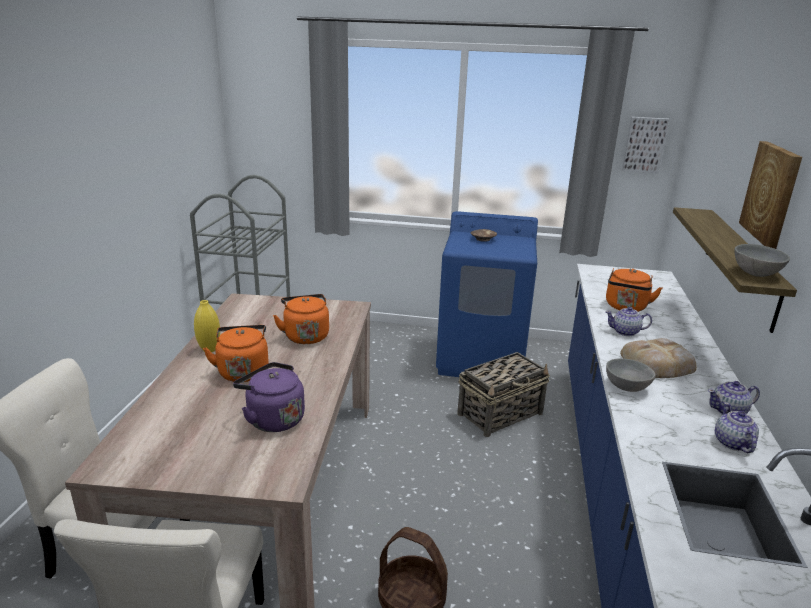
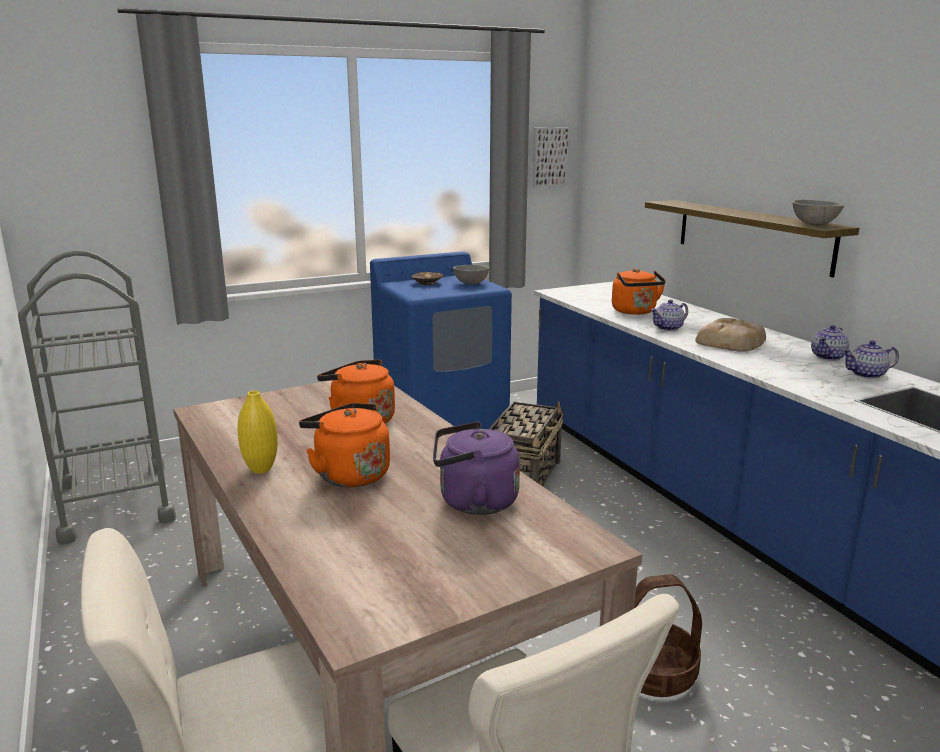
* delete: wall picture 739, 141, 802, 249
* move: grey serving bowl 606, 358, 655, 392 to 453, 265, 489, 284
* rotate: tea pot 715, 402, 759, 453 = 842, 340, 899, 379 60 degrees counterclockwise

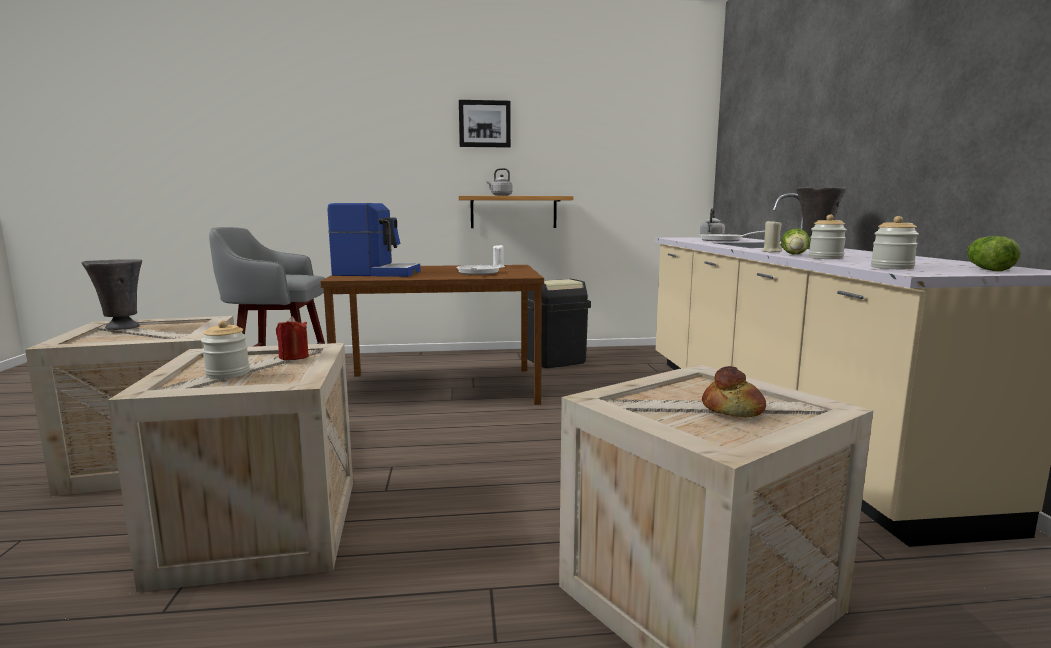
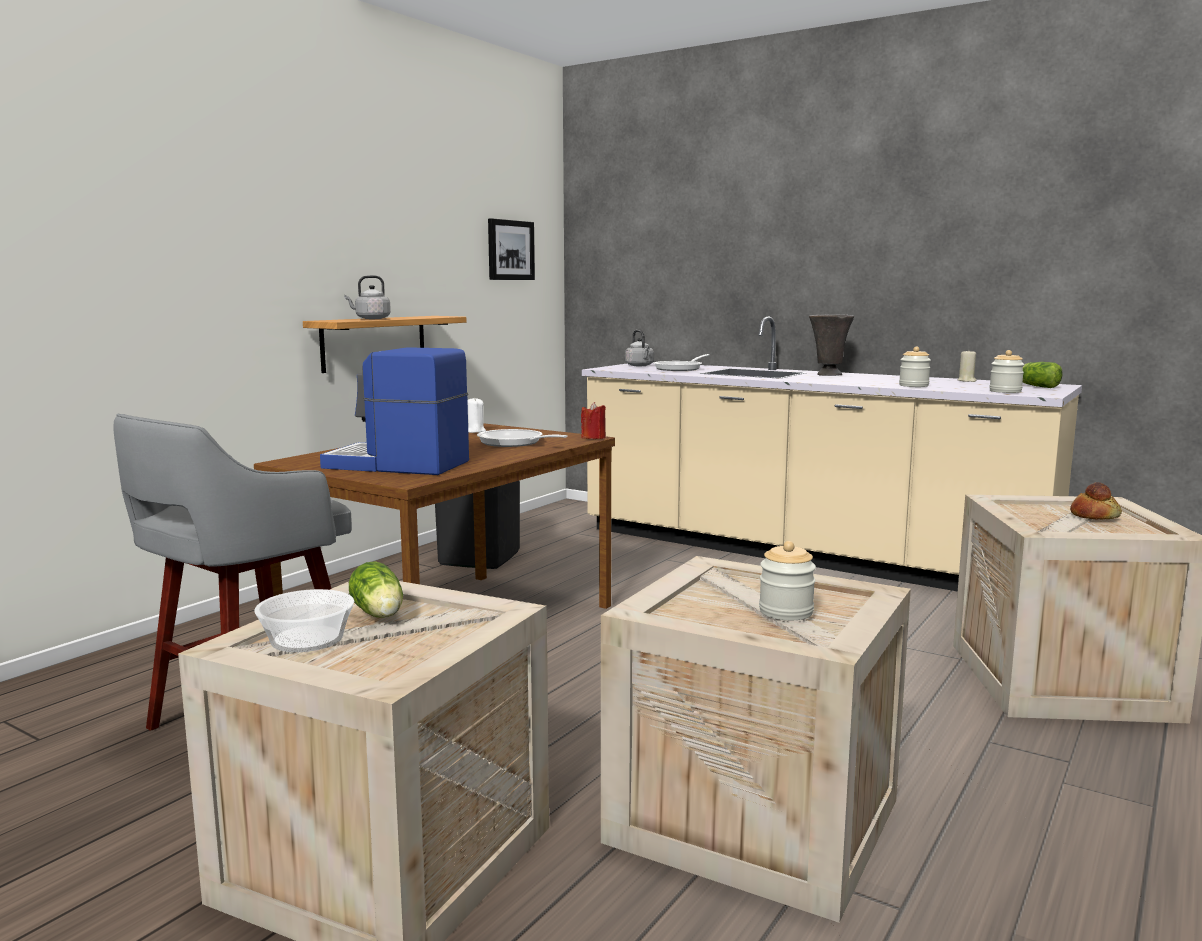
* move: wall picture 459, 100, 511, 148 to 488, 218, 535, 280
* rotate: coffee maker 328, 203, 421, 277 = 320, 347, 469, 475 120 degrees counterclockwise
* move: sand-coloured candle 762, 220, 782, 253 to 957, 351, 976, 382
* move: lettuce 781, 229, 810, 254 to 349, 561, 403, 618
* replace: grey flower vase 82, 259, 142, 330 to serving bowl 254, 589, 354, 652
* move: red candle 276, 316, 309, 360 to 581, 402, 606, 439

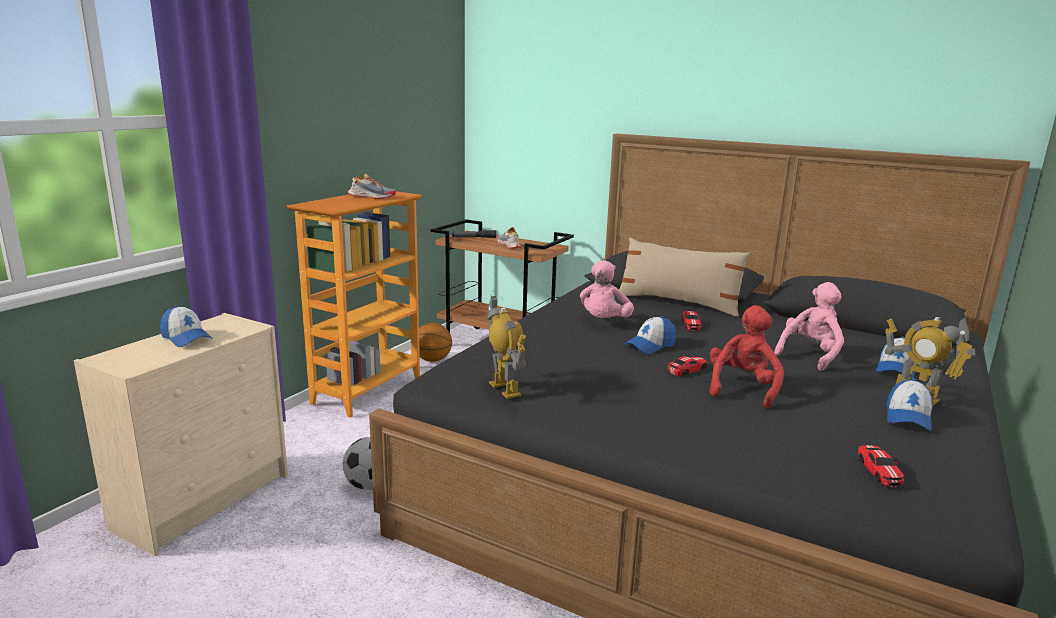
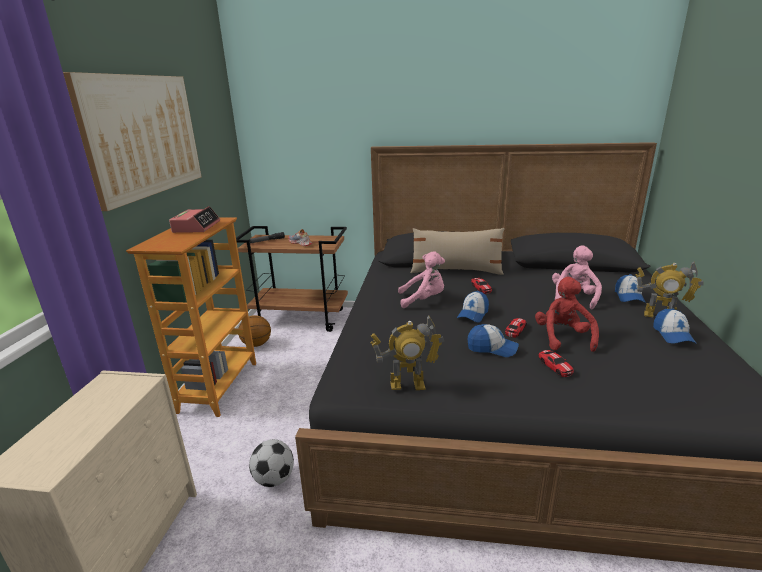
* replace: item of footwear 348, 173, 396, 199 to alarm clock 169, 206, 220, 233
* rotate: pink-coloured soft toy 580, 261, 634, 318 = 398, 251, 445, 308 90 degrees counterclockwise
* rotate: robot figure 488, 296, 526, 399 = 371, 316, 444, 390 135 degrees clockwise
* move: baseball cap 160, 306, 213, 347 to 468, 324, 519, 357
* move: toy car 858, 445, 904, 487 to 538, 350, 574, 377
* insert: wall picture 63, 72, 202, 211

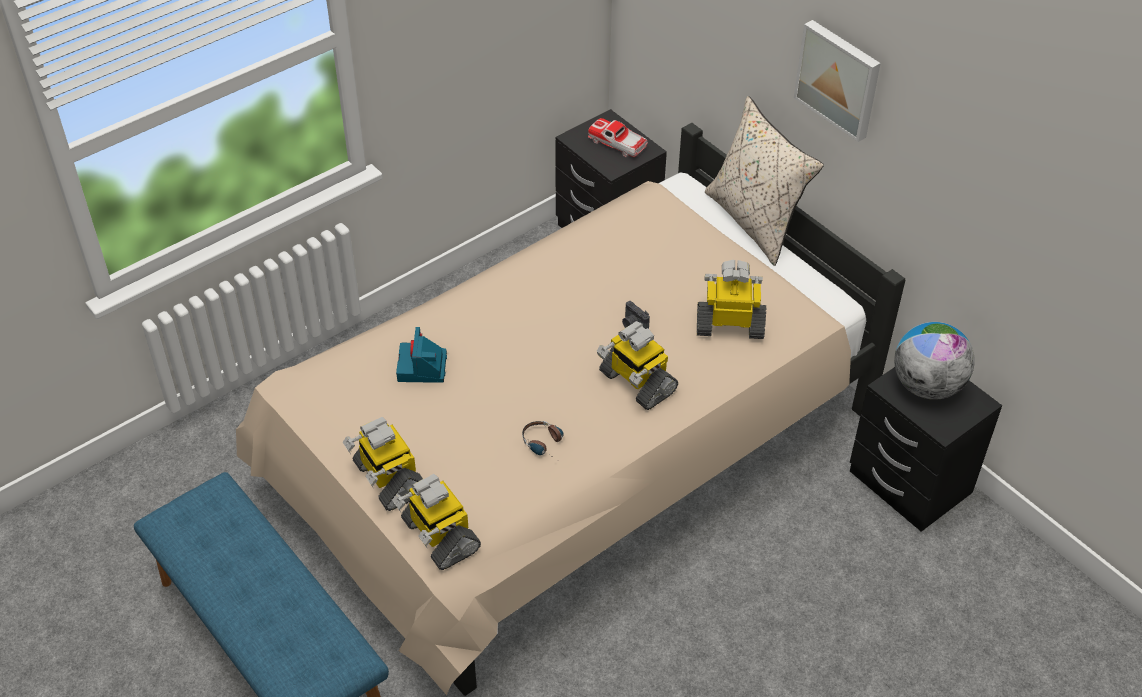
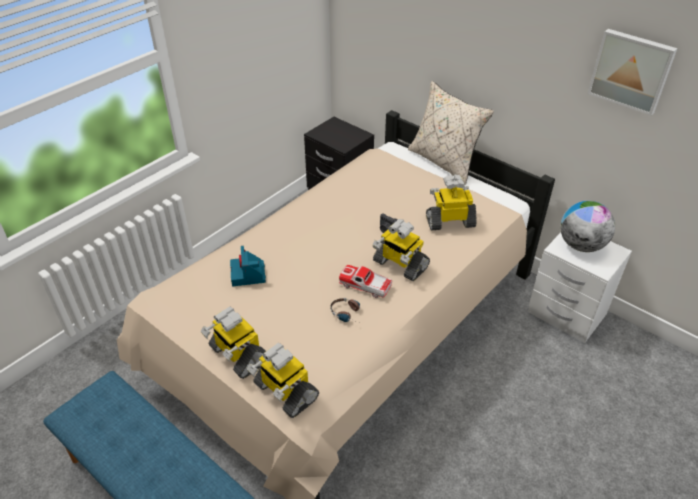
* move: wall picture 794, 20, 881, 142 to 587, 29, 677, 115
* move: toy car 588, 118, 648, 157 to 339, 265, 393, 298
* recolor: blackish night table 850, 367, 1002, 532 to whitish night table 528, 232, 632, 343

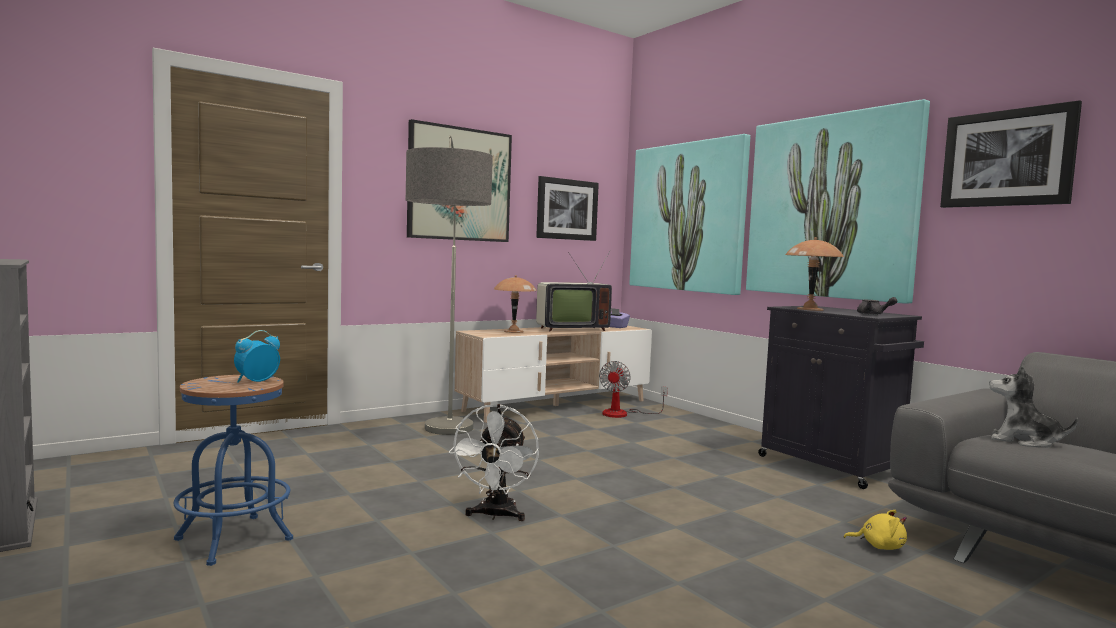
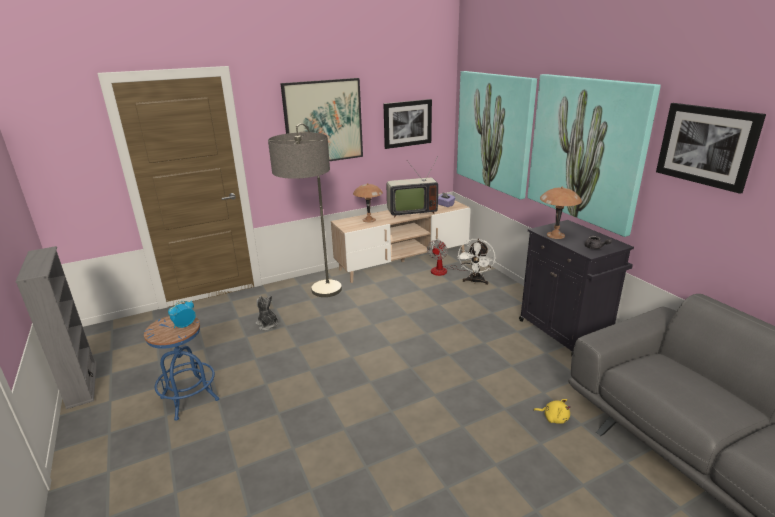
* move: soft toy 989, 365, 1078, 448 to 256, 295, 279, 331
* move: whitish fan 449, 404, 539, 521 to 457, 239, 495, 285

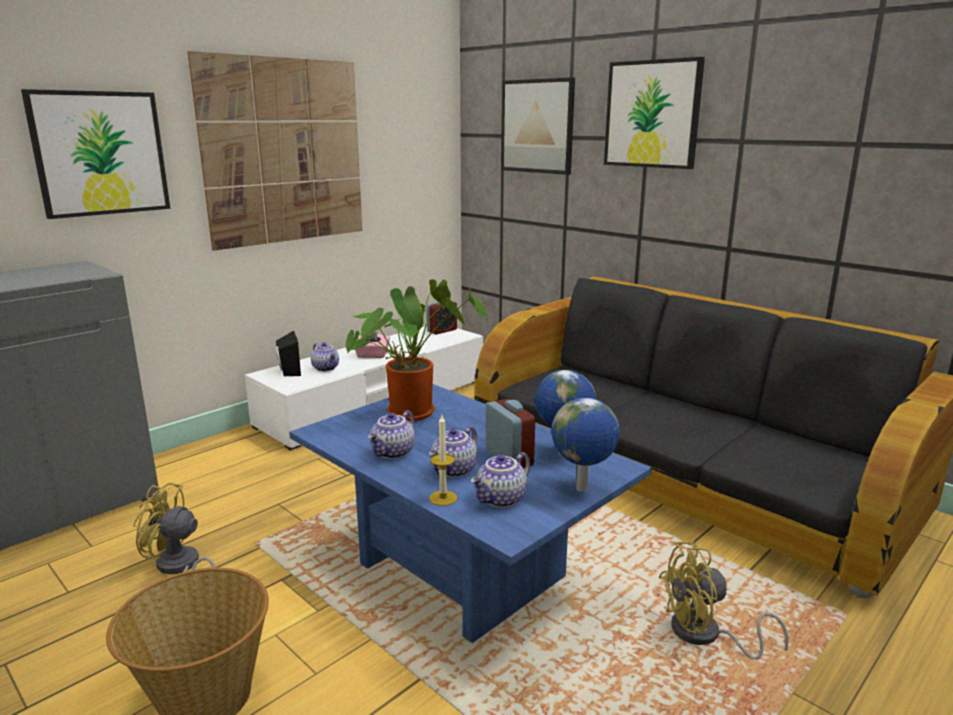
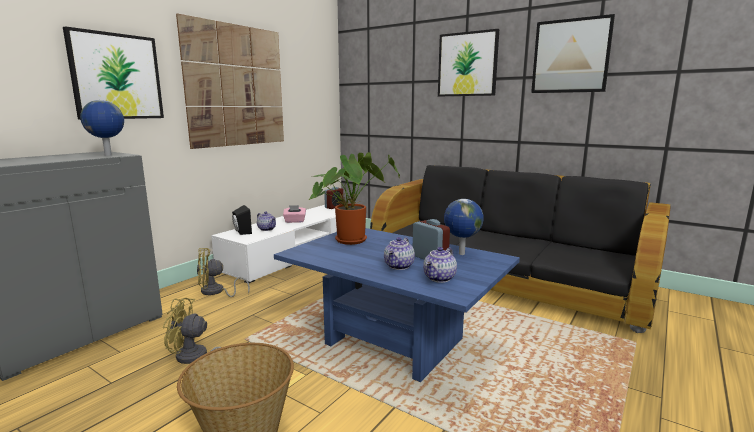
* move: wall picture 501, 77, 575, 175 to 531, 14, 615, 93
* move: desk globe 551, 398, 620, 492 to 80, 100, 124, 156
* delete: tea pot 368, 410, 415, 459
* delete: candle 429, 415, 457, 506
* move: yellow-coloured fan 659, 541, 789, 659 to 197, 248, 250, 297

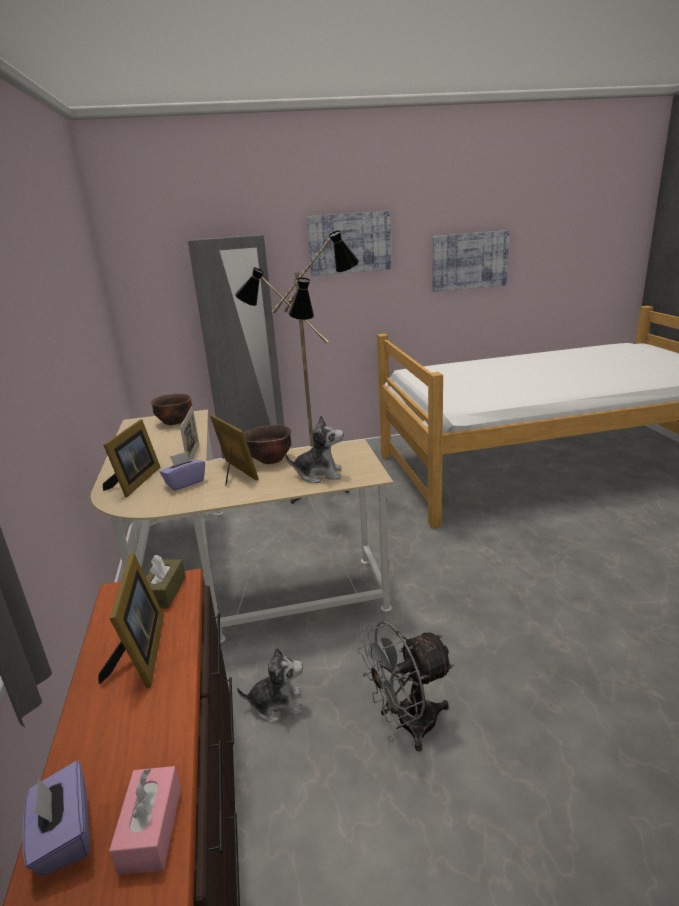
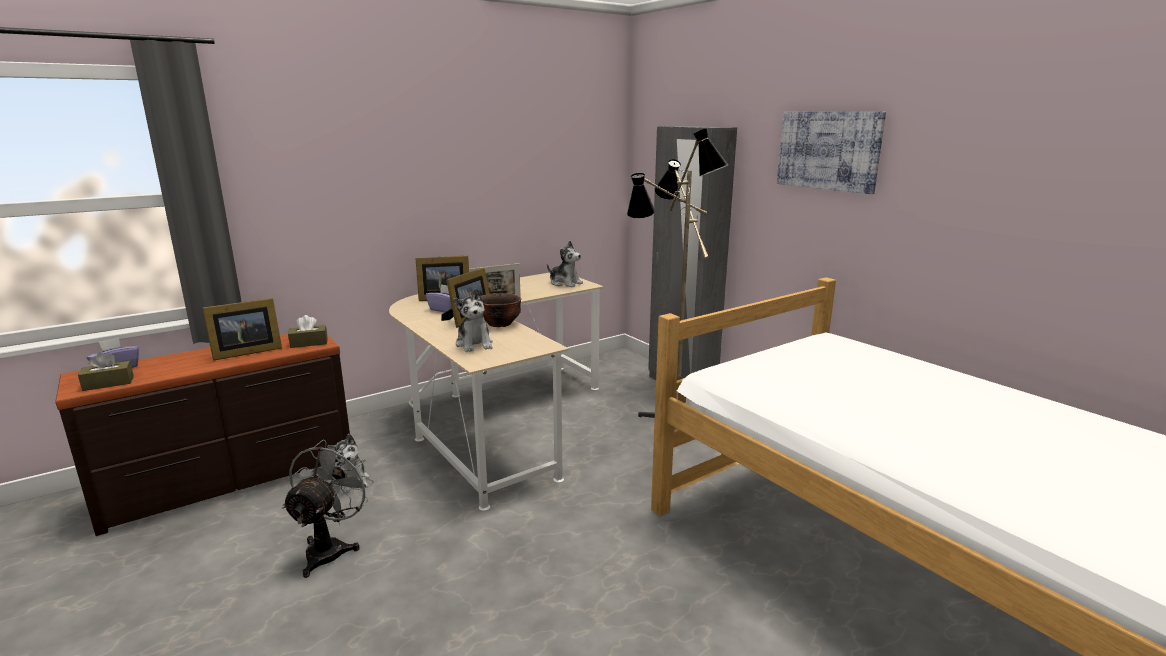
* delete: wall picture 433, 230, 510, 292
* replace: brown-coloured serving bowl 151, 394, 192, 425 to soft toy 547, 241, 583, 287
* rotate: grey fan 357, 621, 454, 752 = 282, 440, 374, 578 60 degrees clockwise
* recolor: pink-coloured tissue box 109, 766, 181, 875 to brown-coloured tissue box 78, 352, 134, 391

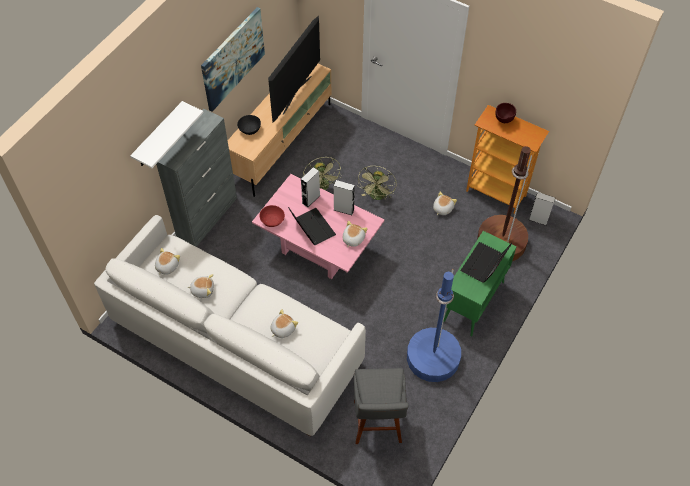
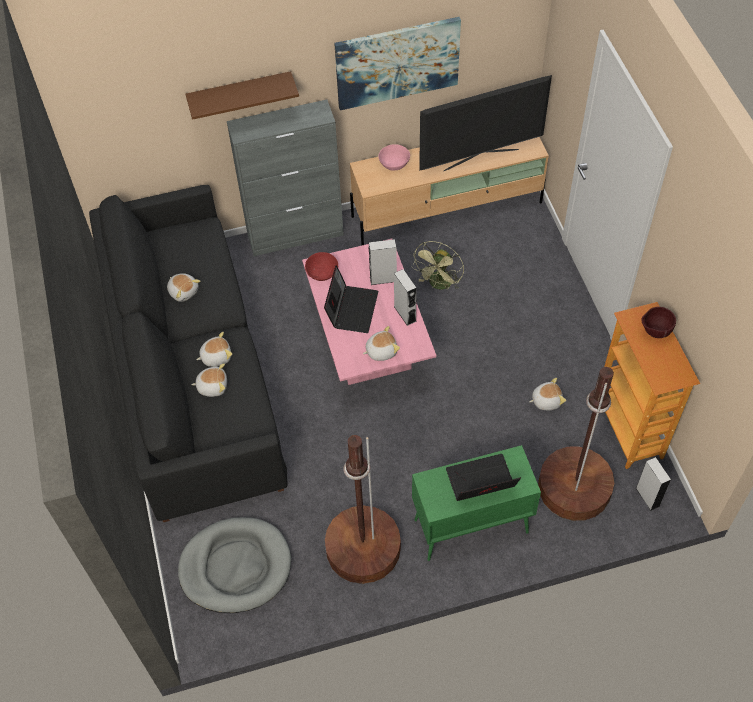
* recolor: whitish shelf 130, 101, 203, 168 to brown-coloured shelf 186, 71, 299, 120
* recolor: blackish serving bowl 237, 115, 261, 135 to pink-coloured serving bowl 378, 144, 410, 171
* delete: green-coloured fan 357, 166, 397, 200
* recolor: whitish settee 94, 215, 366, 437 to blackish settee 89, 185, 287, 522
* move: soft toy 155, 248, 180, 275 to 196, 332, 232, 367
* recolor: bluish floor lamp 407, 269, 461, 382 to brown-coloured floor lamp 325, 435, 401, 584
* replace: grey stool 354, 368, 408, 444 to grey dog bed 178, 517, 291, 613

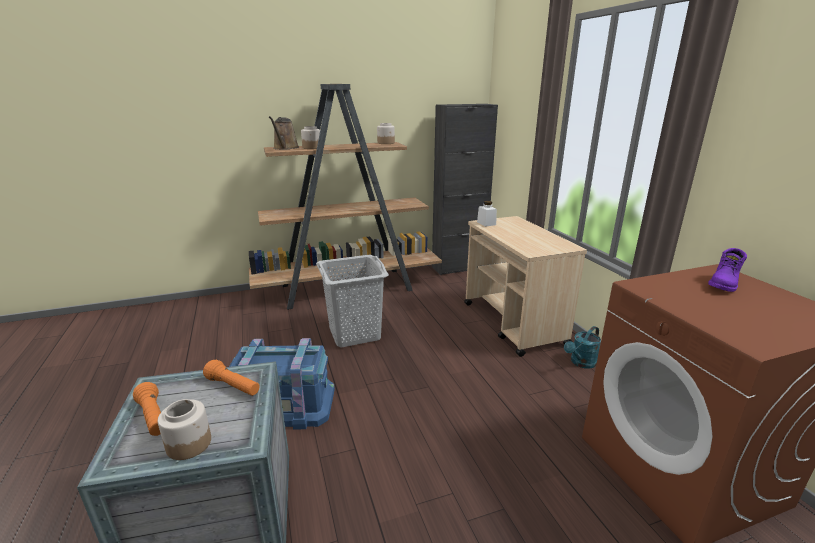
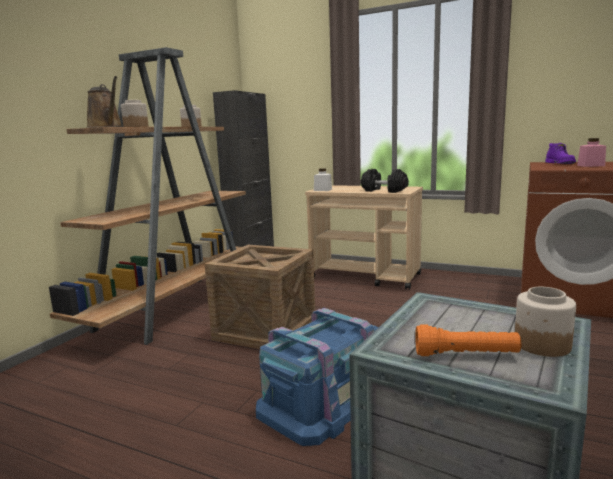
* replace: grey laundry basket 316, 255, 389, 348 to crate 205, 245, 315, 349
* delete: turquoise-coloured sprinkling can 564, 326, 601, 369
* delete: orange-coloured flashlight 203, 360, 260, 396
* insert: pink-coloured preserve jar 577, 138, 606, 167
* insert: blackish dumbbell 361, 169, 409, 193

